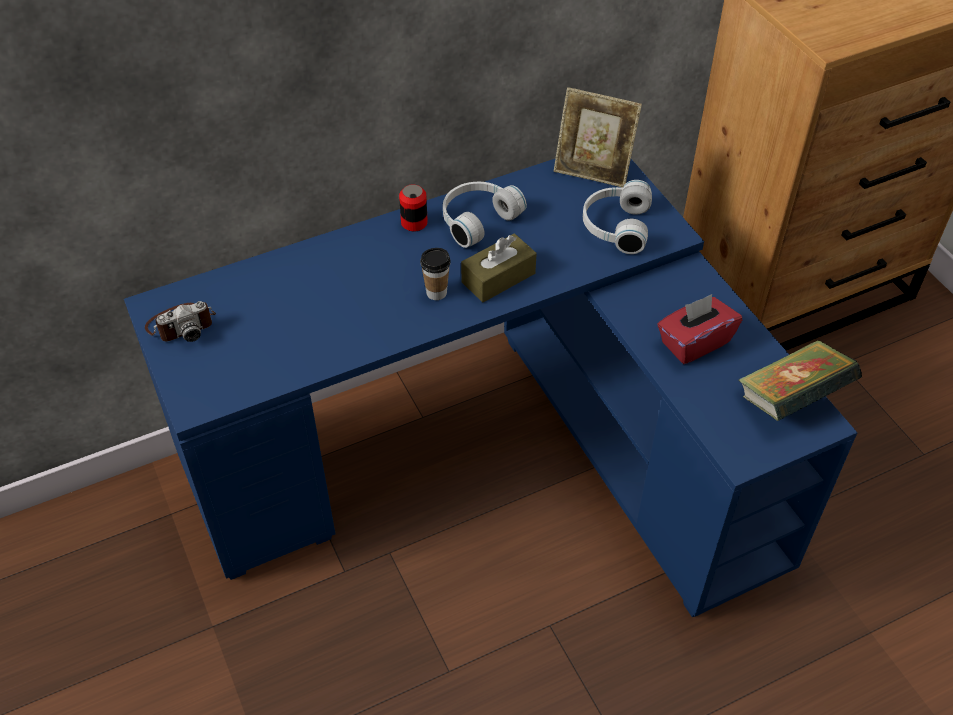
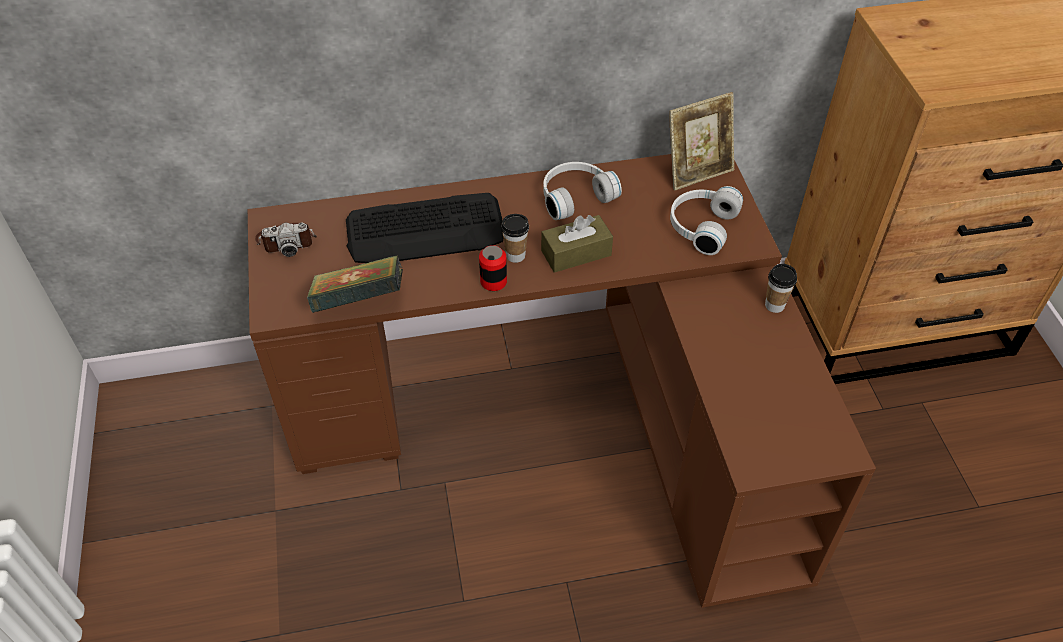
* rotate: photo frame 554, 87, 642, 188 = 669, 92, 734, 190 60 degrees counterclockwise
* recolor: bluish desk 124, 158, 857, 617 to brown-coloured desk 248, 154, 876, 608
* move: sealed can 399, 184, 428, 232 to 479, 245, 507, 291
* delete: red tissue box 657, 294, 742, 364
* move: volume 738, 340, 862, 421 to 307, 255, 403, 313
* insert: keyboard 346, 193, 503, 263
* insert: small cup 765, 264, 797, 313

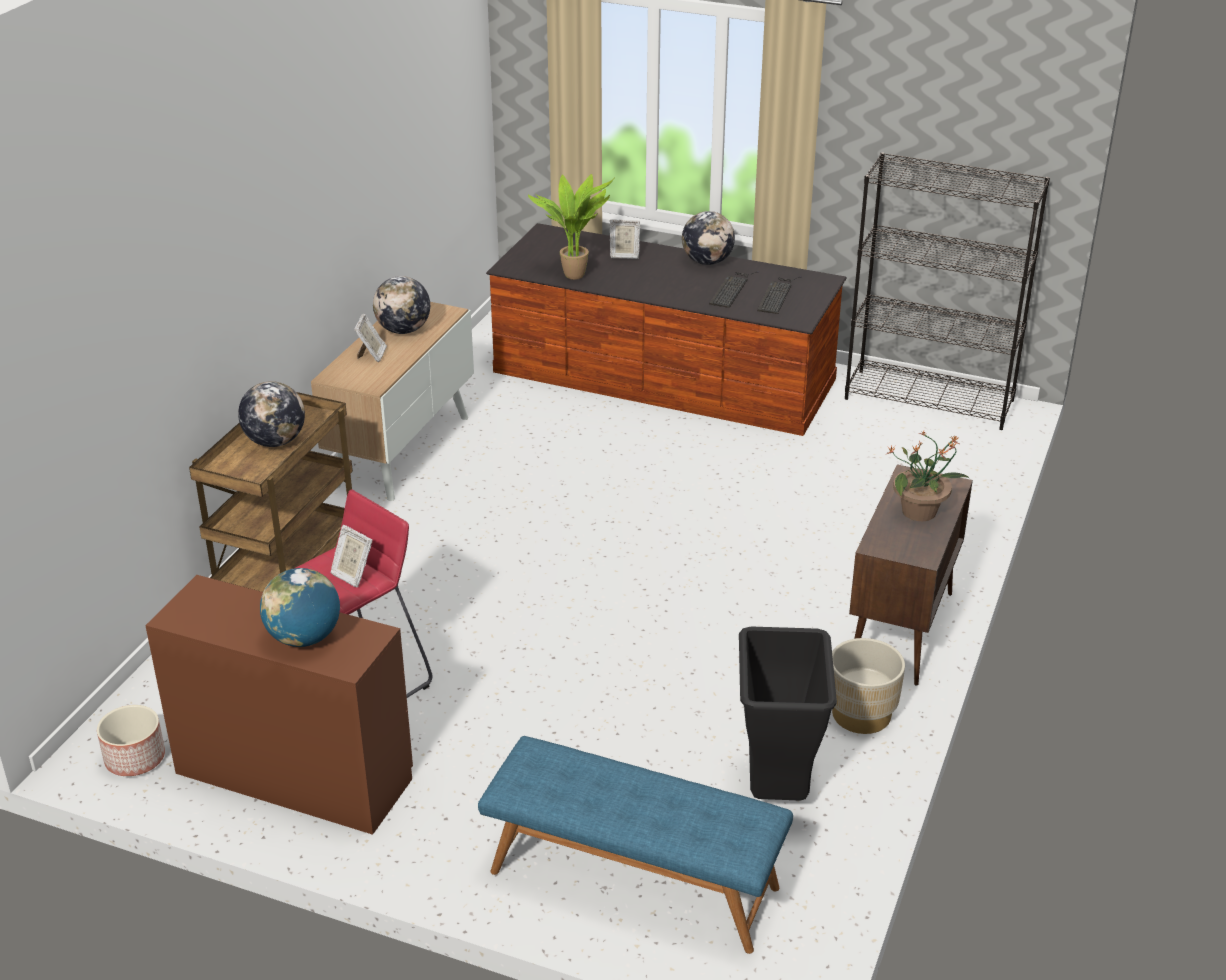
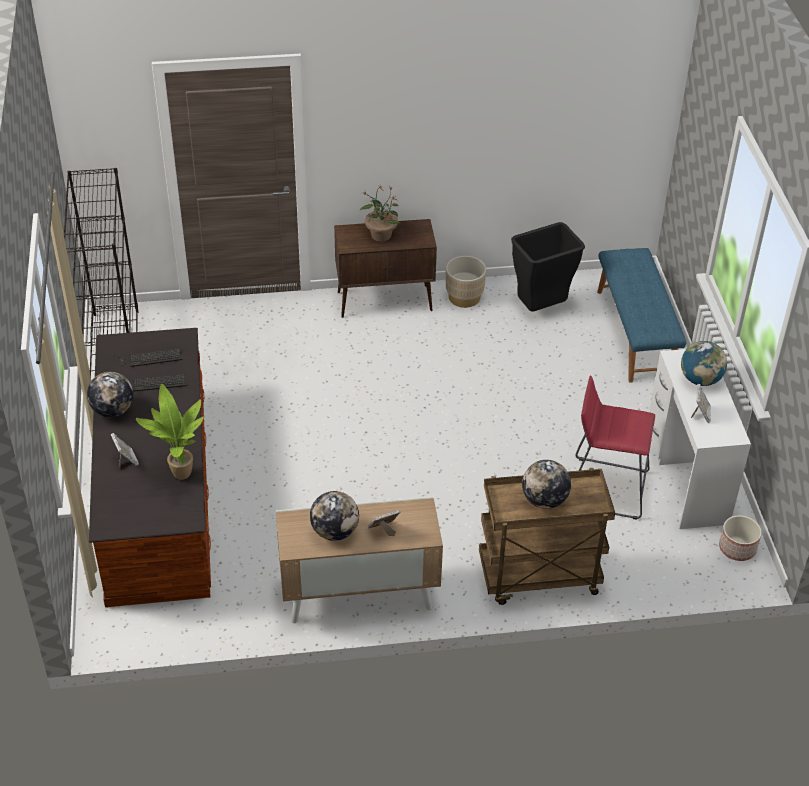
* move: photo frame 330, 525, 372, 588 to 691, 384, 711, 423
* recolor: brown-coloured desk 145, 575, 413, 835 to whitish desk 649, 349, 751, 529

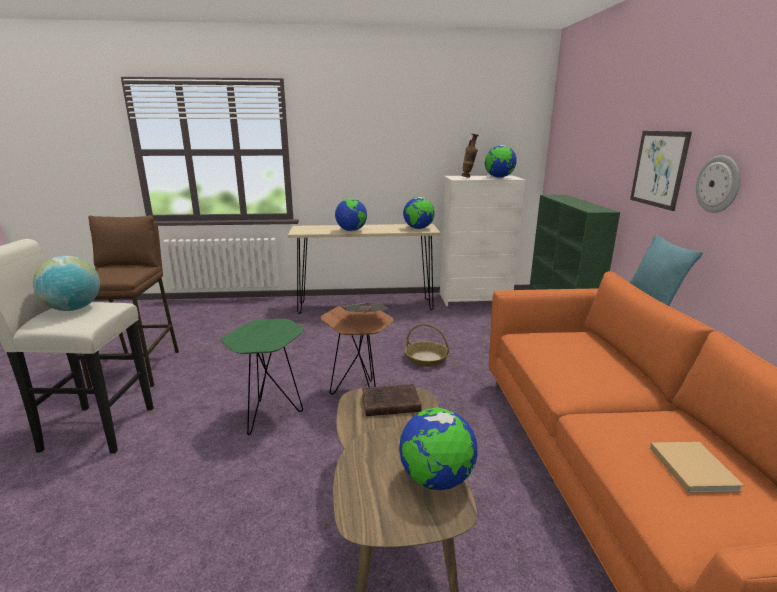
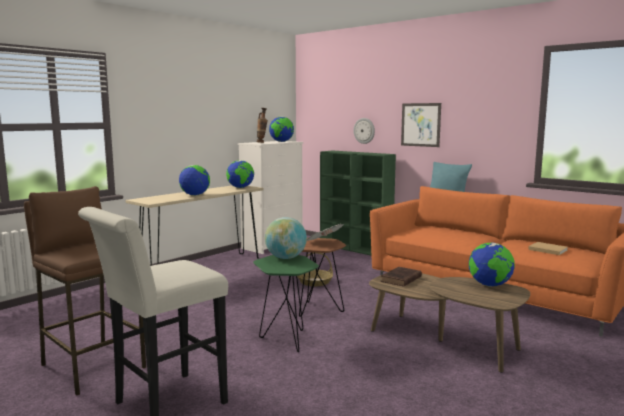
* move: hanging clock 696, 155, 740, 213 to 353, 118, 375, 144
* move: desk globe 33, 256, 100, 311 to 265, 217, 307, 259

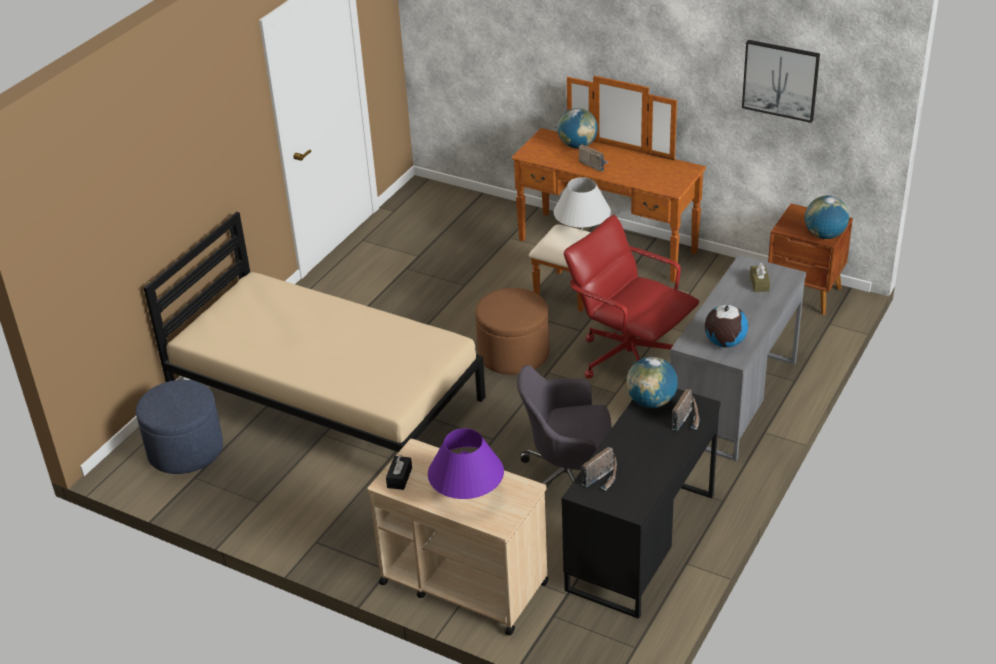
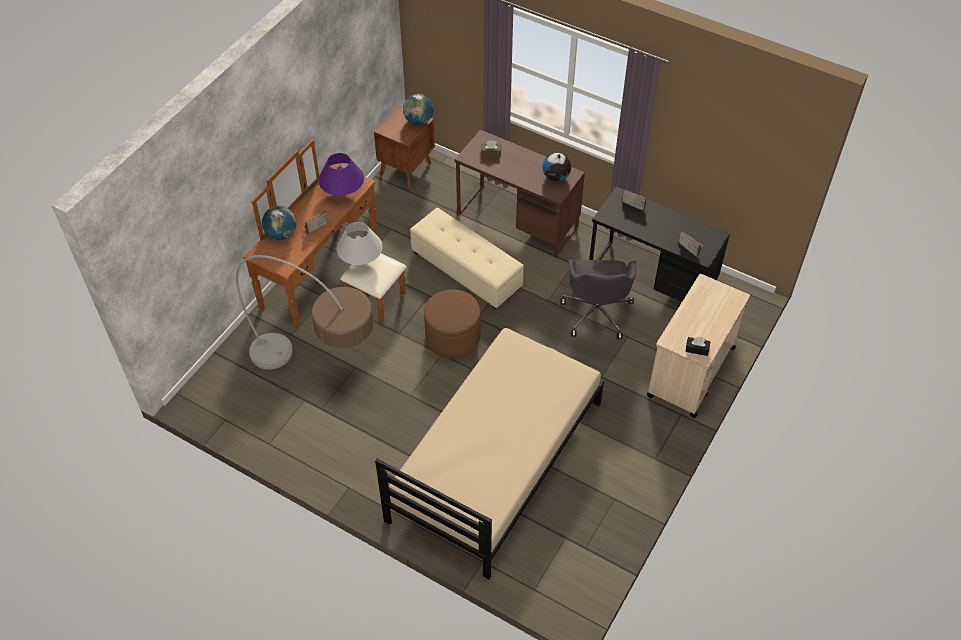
* delete: wall picture 742, 40, 820, 123
* replace: red office chair 564, 215, 699, 379 to sand-coloured pouffe 410, 208, 524, 310
* recolor: grey desk 670, 255, 806, 461 to brown-coloured desk 455, 130, 585, 258
* delete: desk globe 626, 357, 678, 408
* delete: bluish pouffe 136, 380, 223, 474
* move: purple lamp for a table 428, 428, 504, 499 to 318, 153, 364, 196
* insert: floor lamp 236, 255, 374, 370

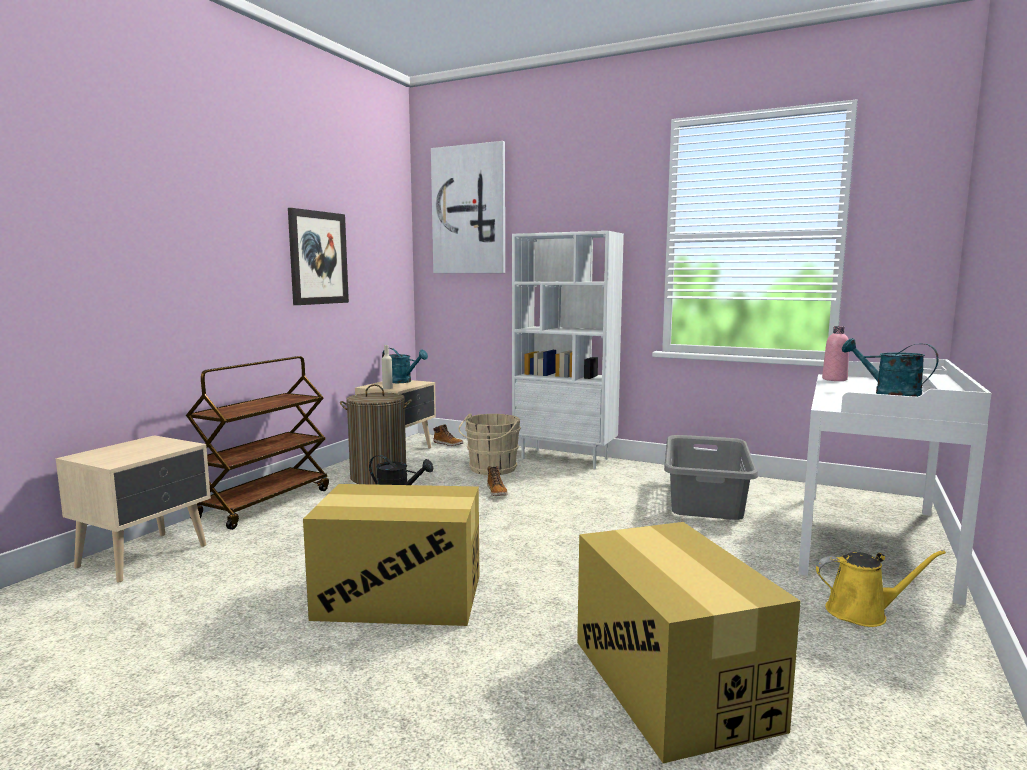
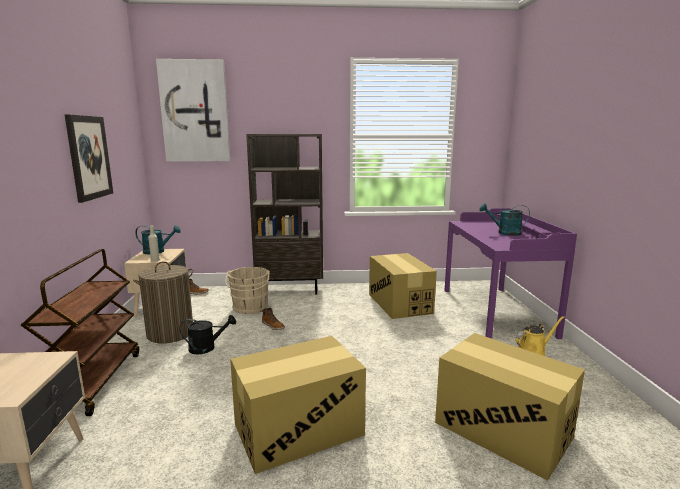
* recolor: whitish bookshelf 512, 231, 624, 469 to brown-coloured bookshelf 246, 134, 323, 295
* delete: pink-coloured beverage bottle 822, 326, 849, 381
* recolor: whitish desk 798, 358, 992, 605 to purple desk 444, 208, 577, 339
* replace: grey laundry basket 664, 435, 758, 520 to carton 369, 253, 437, 319

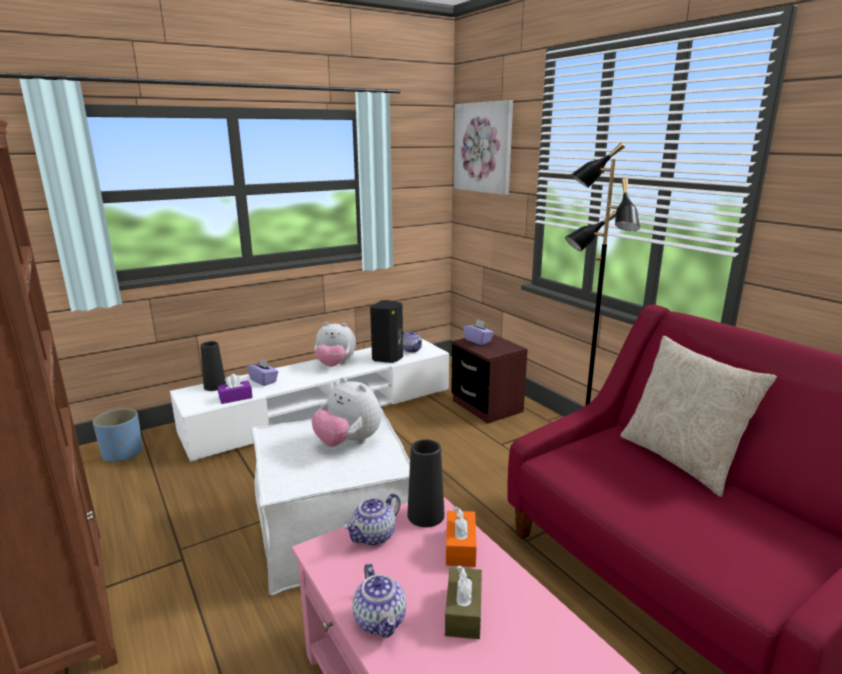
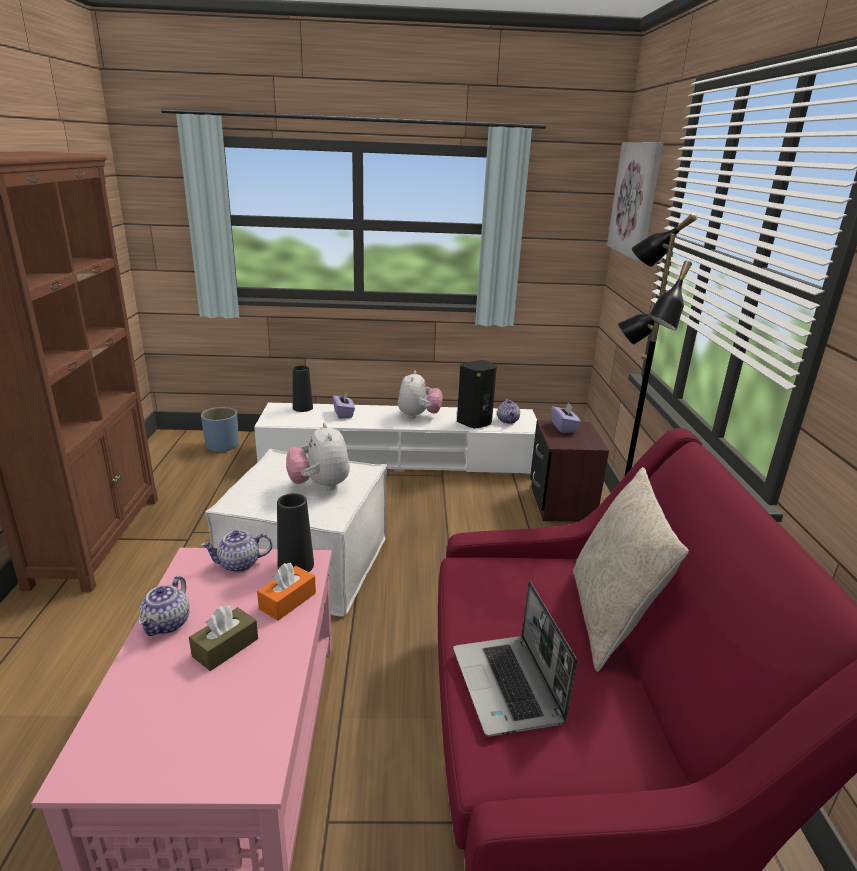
* rotate: soft toy 314, 322, 356, 367 = 398, 371, 443, 419 120 degrees counterclockwise
* delete: purple tissue box 218, 374, 253, 404
* insert: portable computer 453, 581, 577, 736

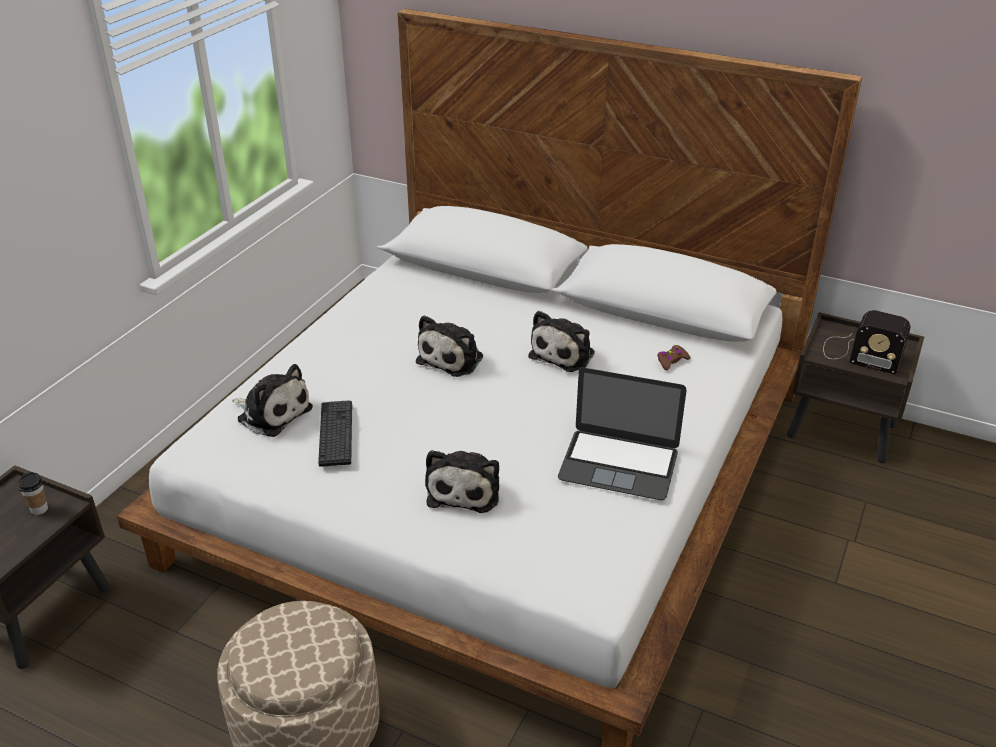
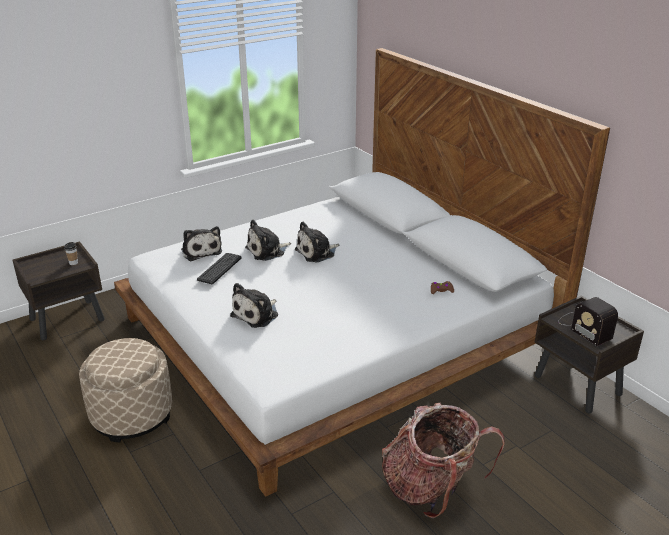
* move: soft toy 528, 311, 595, 372 to 245, 219, 291, 261
* delete: portable computer 558, 368, 687, 500
* insert: backpack 382, 402, 505, 518

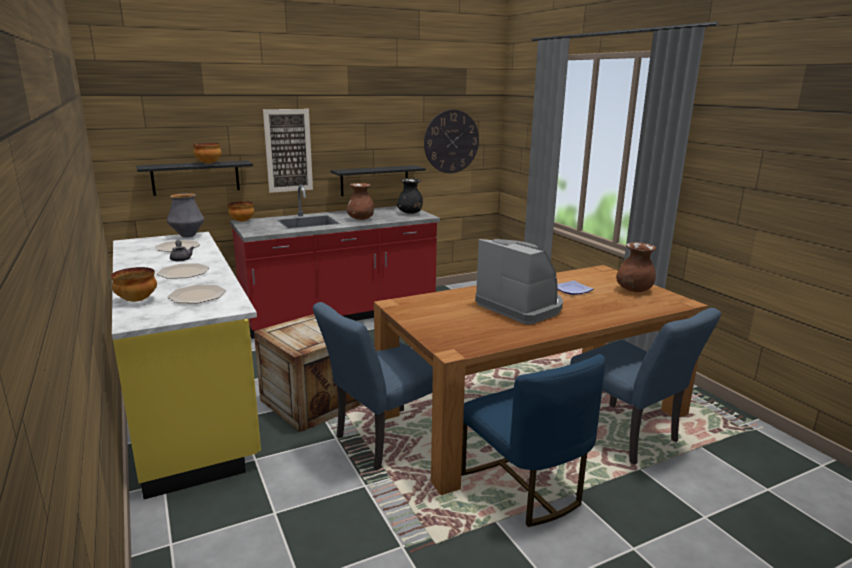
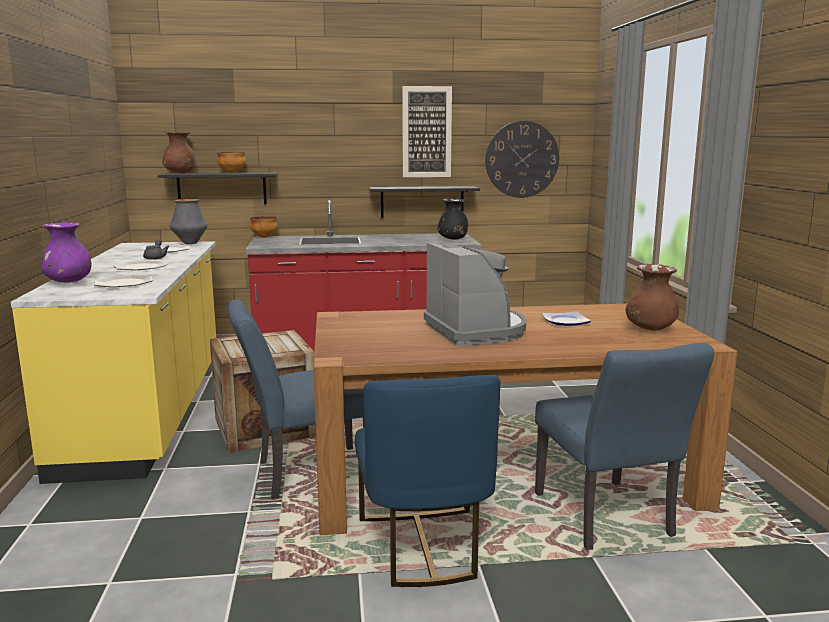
* move: wall picture 263, 109, 313, 193 to 402, 86, 452, 177
* move: brown-coloured flower vase 346, 183, 374, 220 to 162, 132, 195, 173
* replace: serving bowl 111, 267, 157, 302 to purple flower vase 41, 222, 92, 282

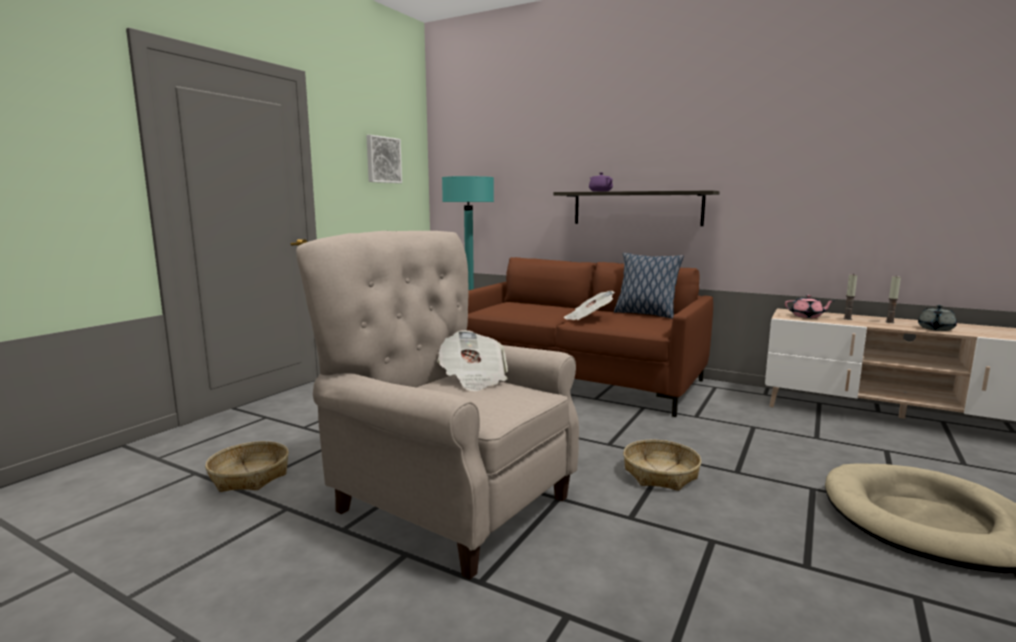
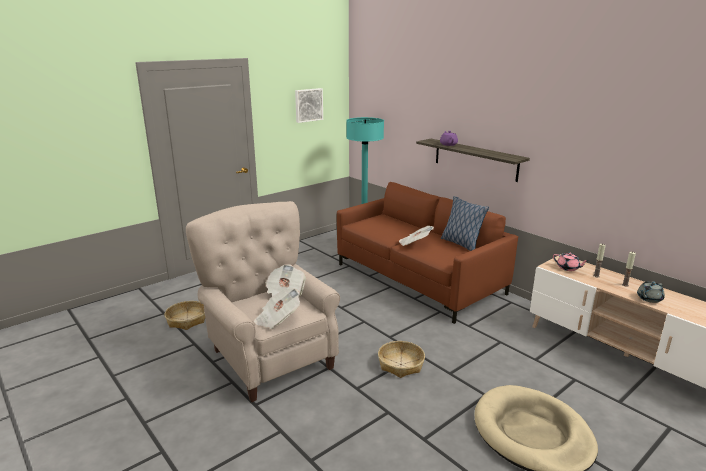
* insert: newspaper 254, 289, 300, 329

